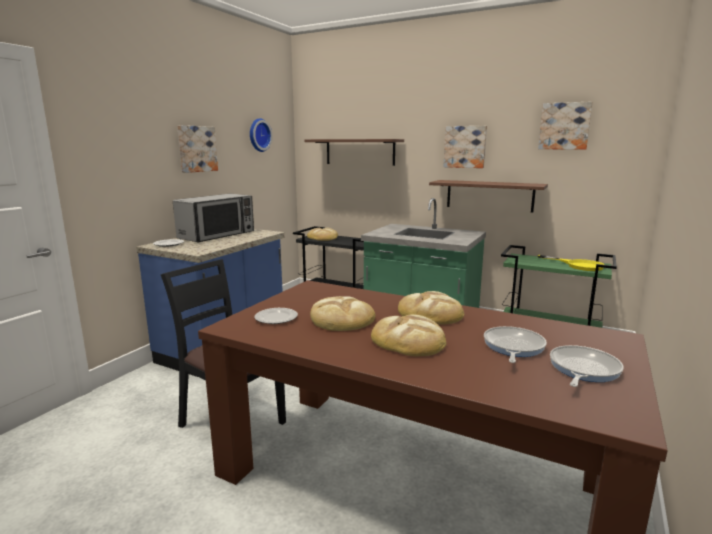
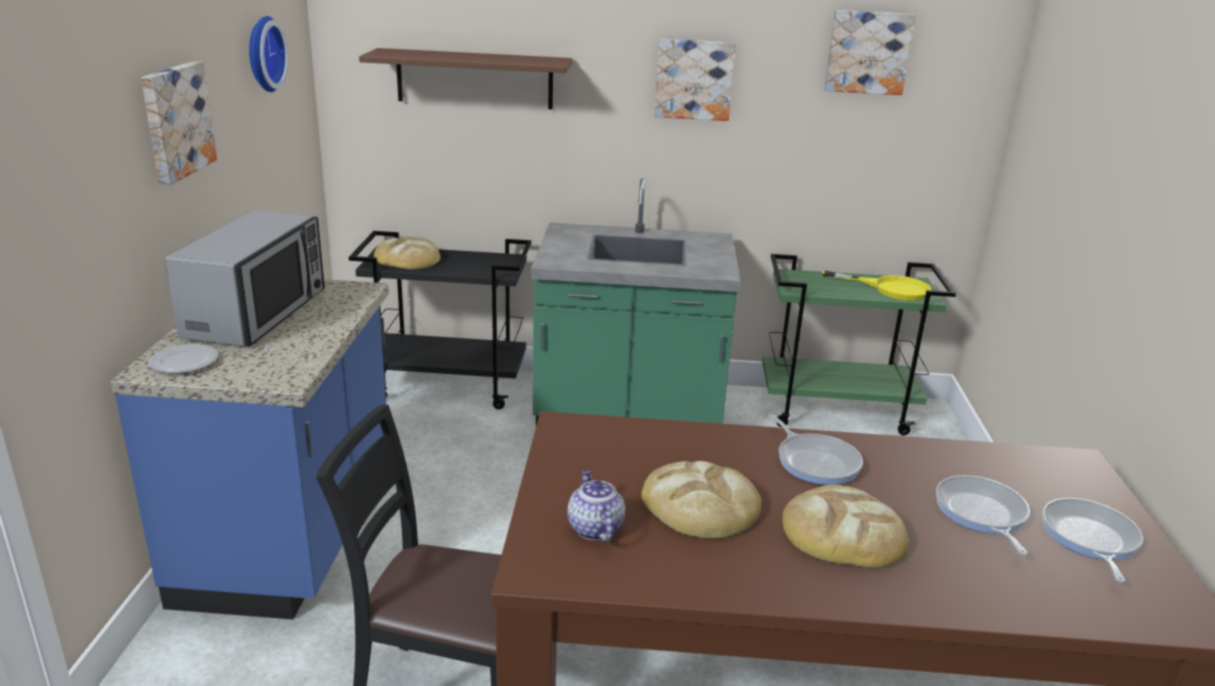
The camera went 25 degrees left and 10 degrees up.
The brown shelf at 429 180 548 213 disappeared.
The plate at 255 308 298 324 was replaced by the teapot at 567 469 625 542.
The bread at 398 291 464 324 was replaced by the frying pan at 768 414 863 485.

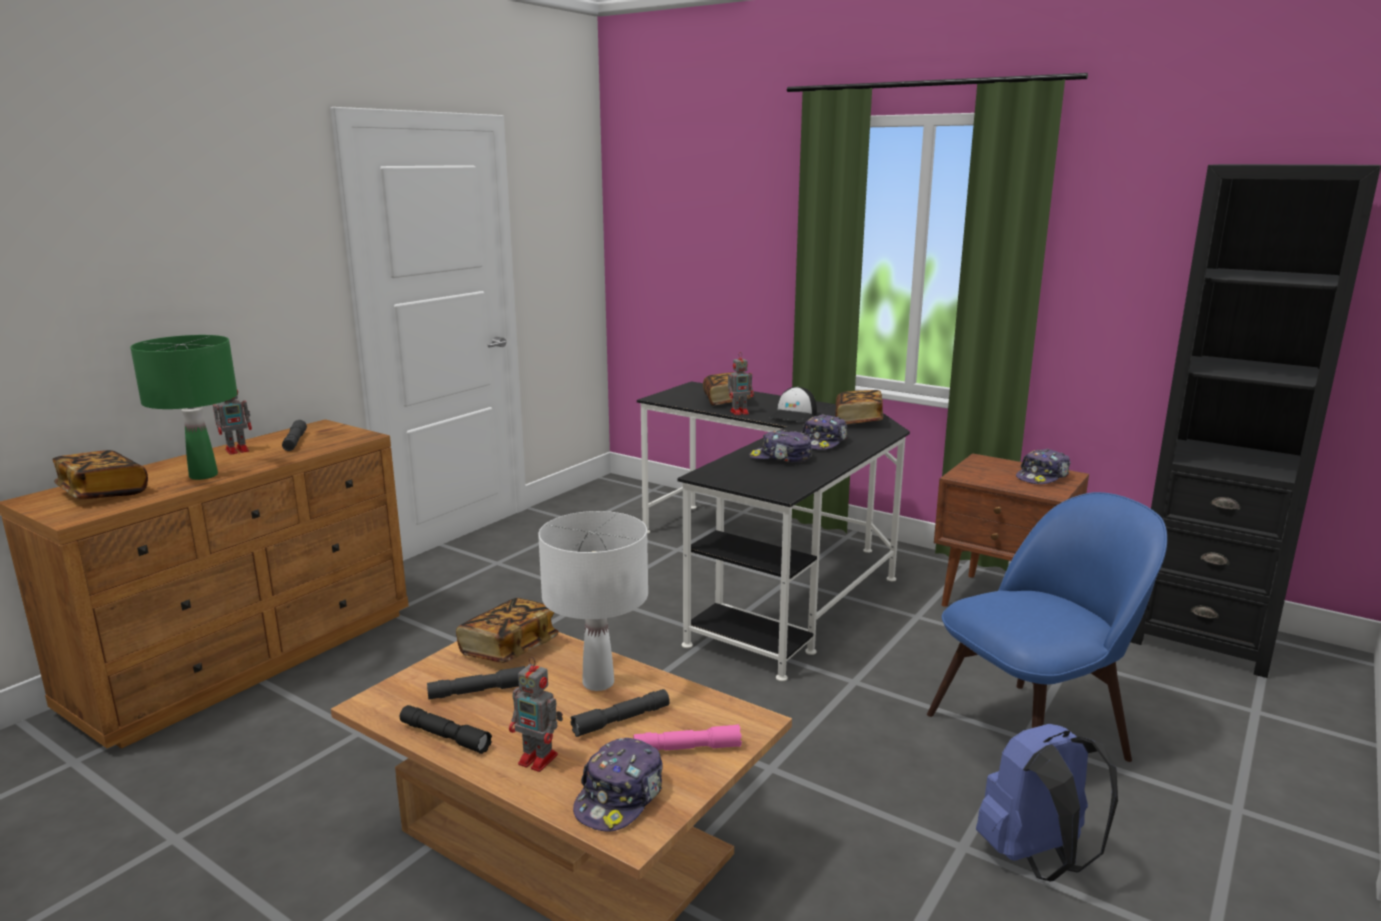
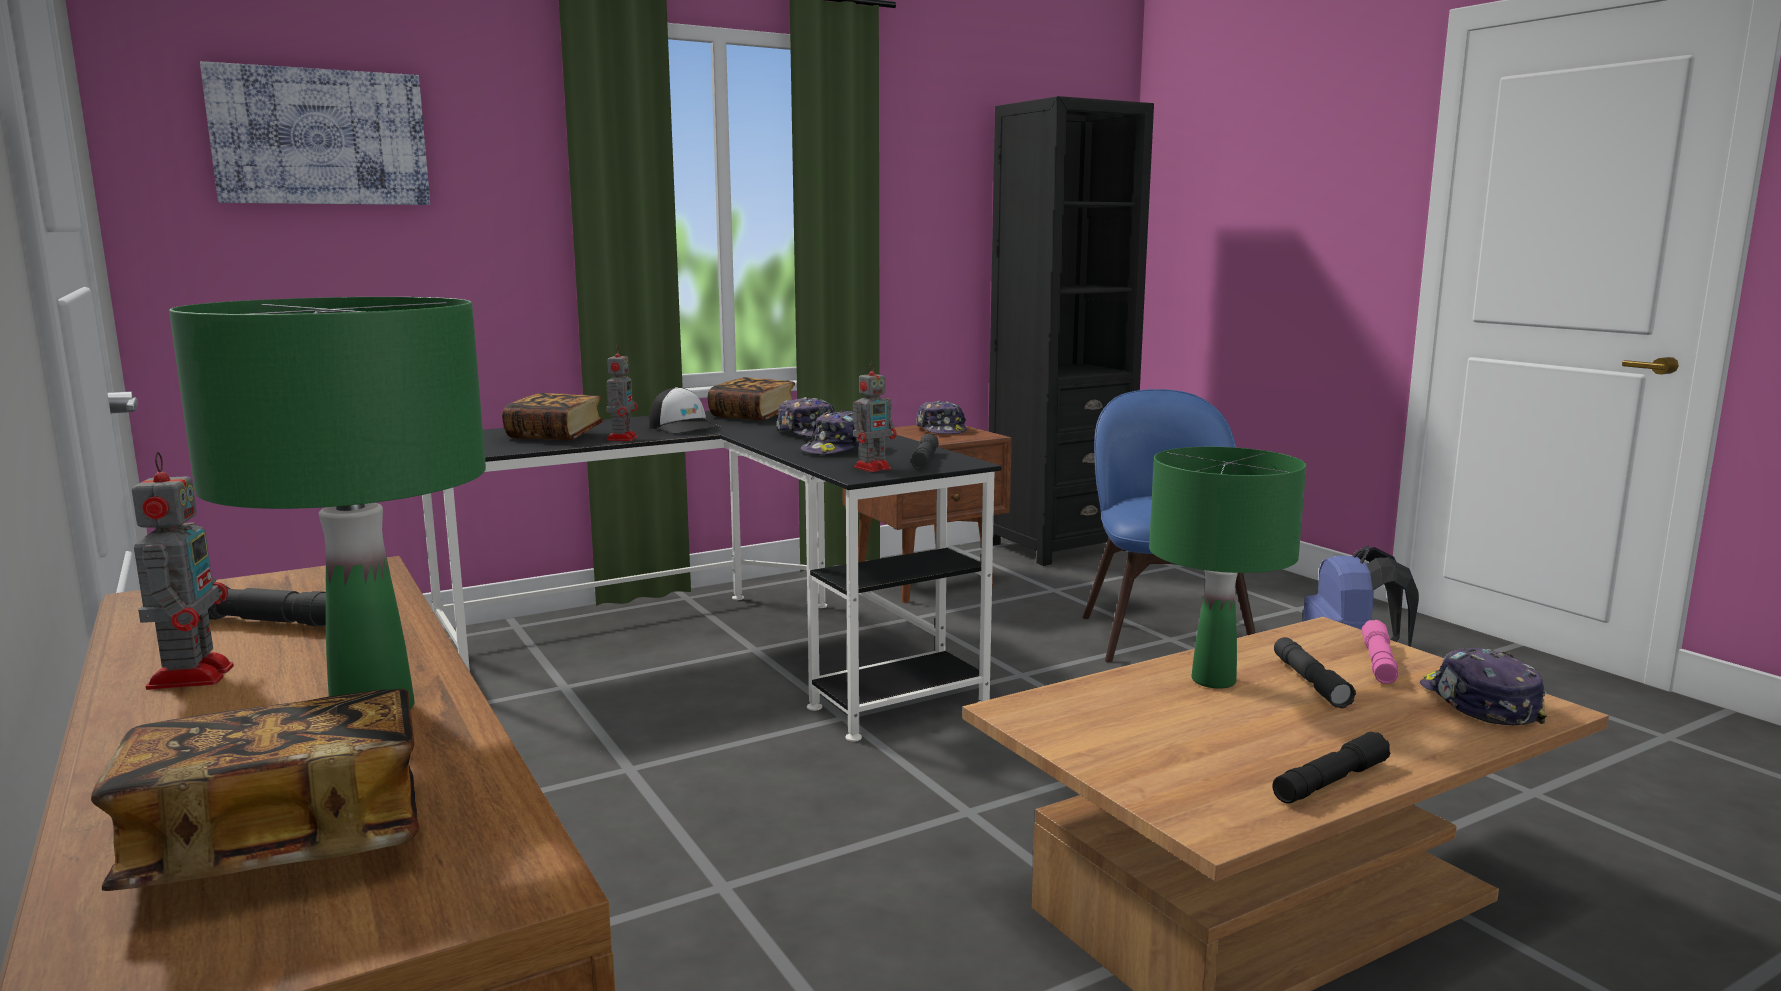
The camera went 65 degrees left and 5 degrees down.
The book at 456 598 559 663 disappeared.
The picture at 200 61 430 205 appeared.
The grey flashlight moved from 427 666 525 699 to 911 433 939 469.
The toy robot moved from 509 657 563 772 to 853 362 897 472.
The white table lamp at 538 511 648 691 became the green table lamp at 1149 447 1306 689.
The cap at 573 737 663 832 turned 150 degrees counterclockwise.

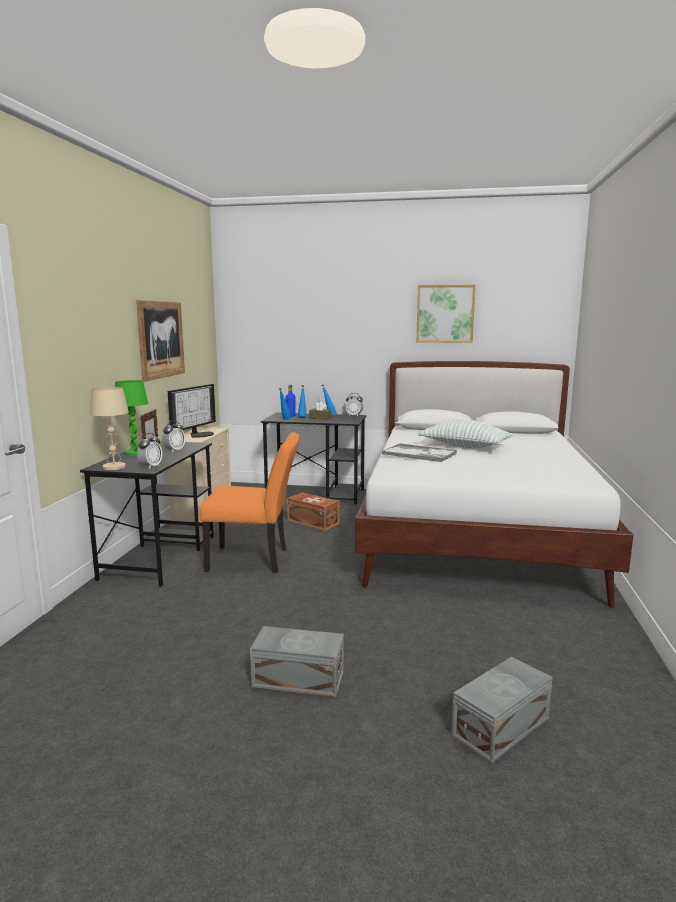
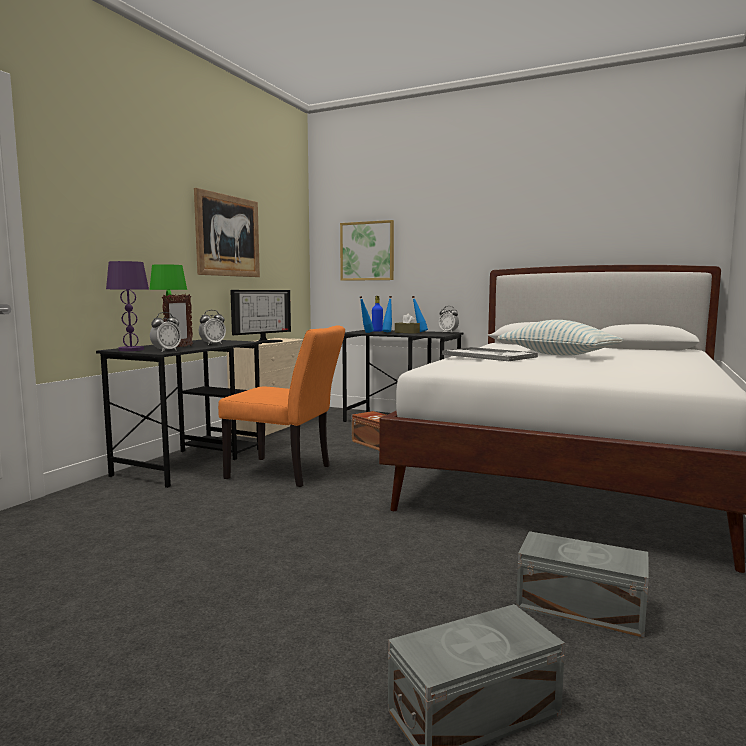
The camera went 15 degrees right and 5 degrees down.
The grey storage box moved from 250 626 344 697 to 516 531 649 638.
The picture moved from 416 285 476 343 to 340 220 394 281.
The beige table lamp at 90 387 129 470 became the purple table lamp at 106 261 149 351.

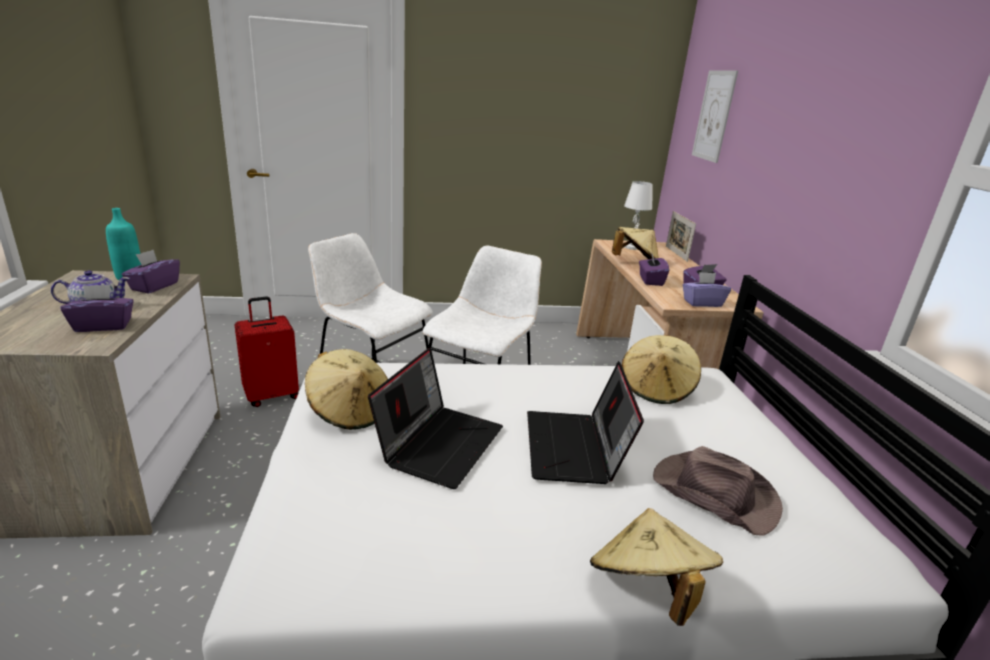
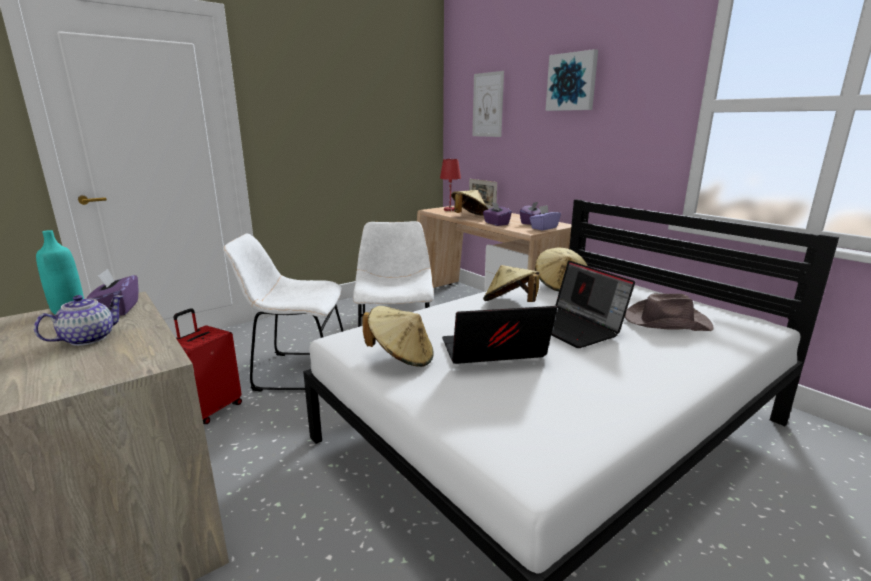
The camera went 30 degrees left and 5 degrees down.
The purple tissue box at 60 284 134 332 disappeared.
The picture at 545 49 598 111 appeared.
The beige hat moved from 590 508 723 626 to 483 265 539 302.
The white table lamp at 624 181 652 250 became the red table lamp at 440 159 461 211.
The laptop at 368 348 503 489 turned 90 degrees counterclockwise.

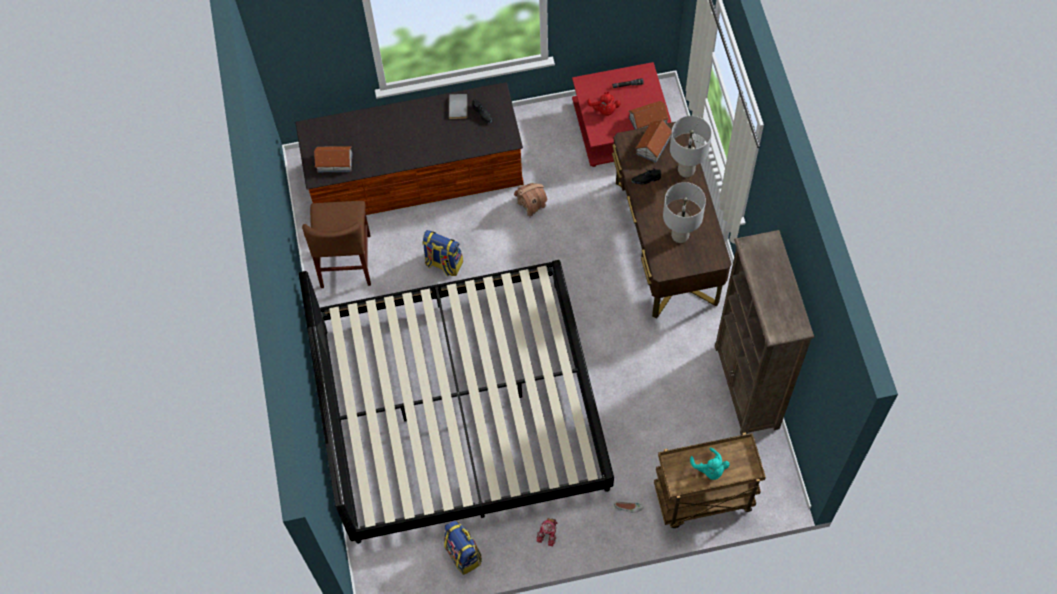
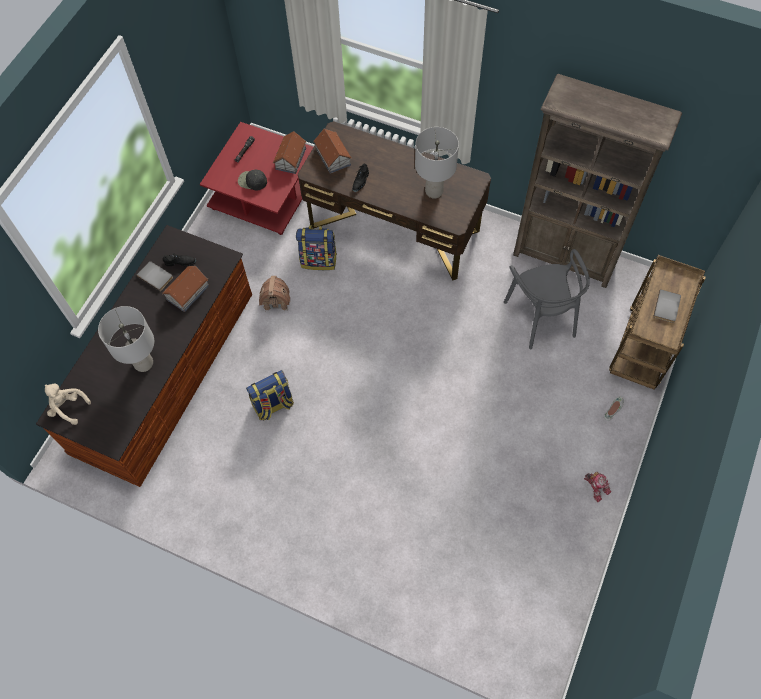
The camera went 55 degrees left and 0 degrees up.
The bed at 299 260 614 544 disappeared.
The brown chair at 302 201 371 288 disappeared.
The beige plush toy at 45 384 91 425 appeared.
The grey chair at 504 249 590 349 appeared.
The toy house moved from 314 146 353 172 to 162 266 209 312.
The backpack moved from 444 521 482 575 to 296 225 337 270.
The grey table lamp moved from 670 116 712 177 to 98 306 154 372.
The red plush toy at 587 92 621 116 was replaced by the black cap at 238 170 267 190.
The turquoise plush toy at 690 447 730 480 was replaced by the grey book at 653 289 681 323.

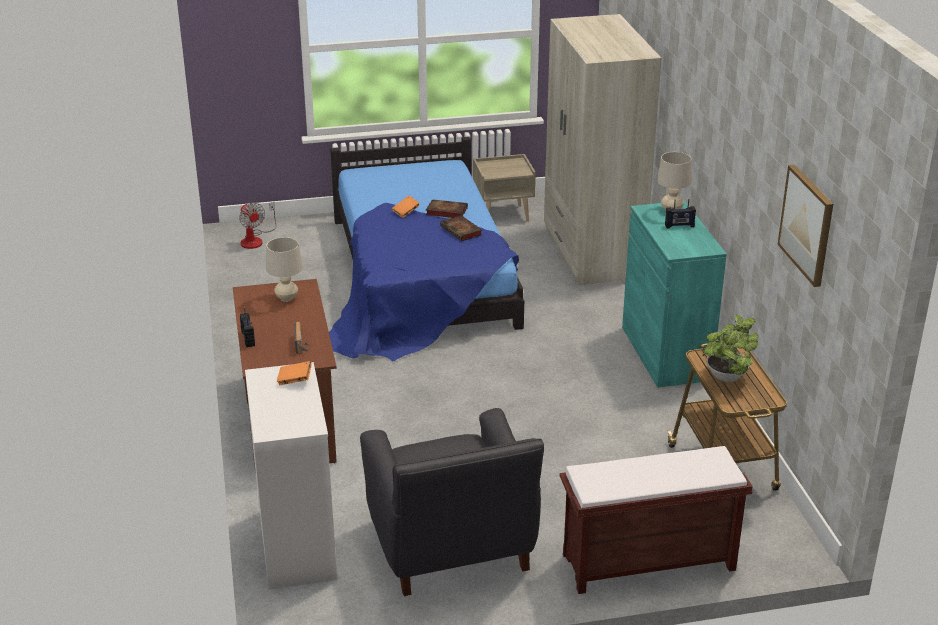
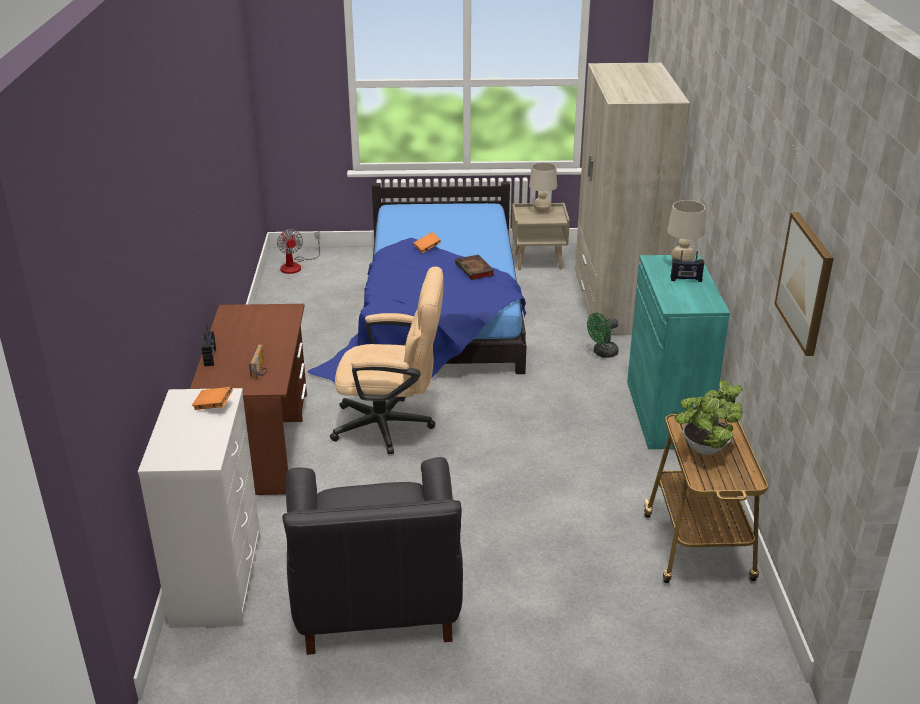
The camera went 10 degrees right and 0 degrees up.
The book at 426 199 468 218 disappeared.
The brown bench at 560 446 753 594 disappeared.
The beige office chair at 330 266 443 454 appeared.
The green fan at 587 313 619 358 appeared.
The beige table lamp moved from 266 237 303 302 to 529 162 557 213.

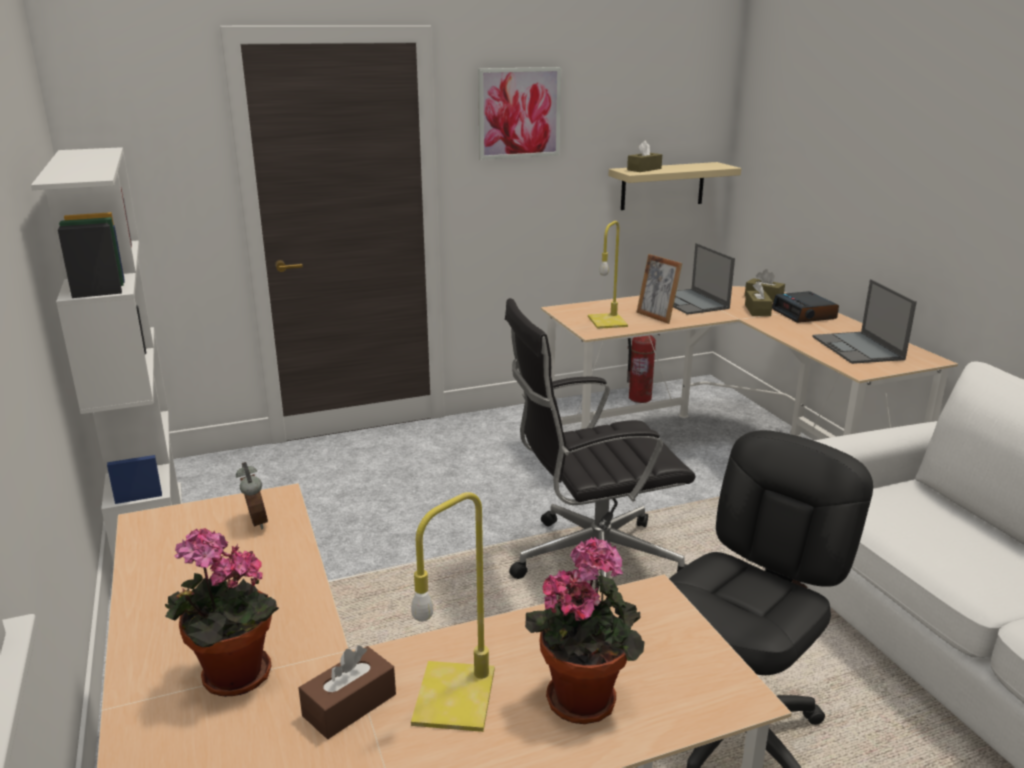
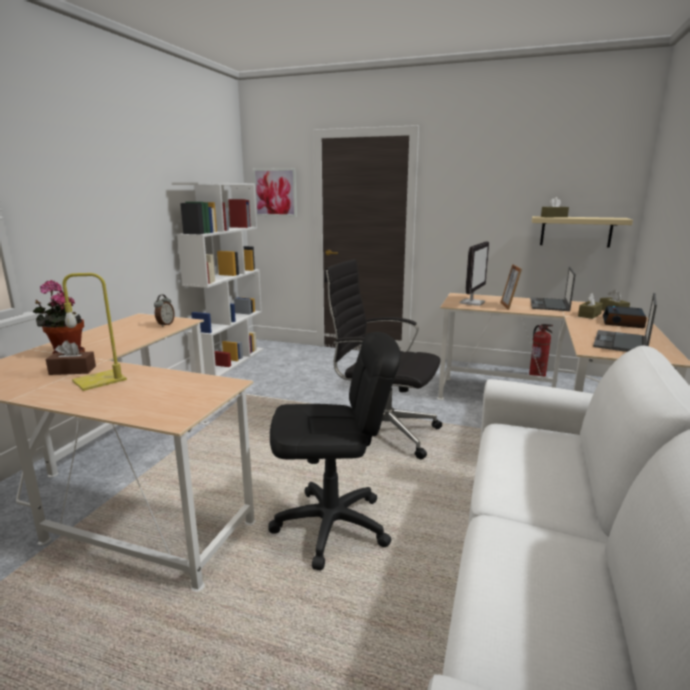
The camera went 40 degrees right and 5 degrees down.
The potted plant at 525 537 645 724 disappeared.
The picture moved from 478 67 561 160 to 253 168 297 217.
The yellow table lamp at 588 221 628 329 was replaced by the monitor at 459 241 489 306.

